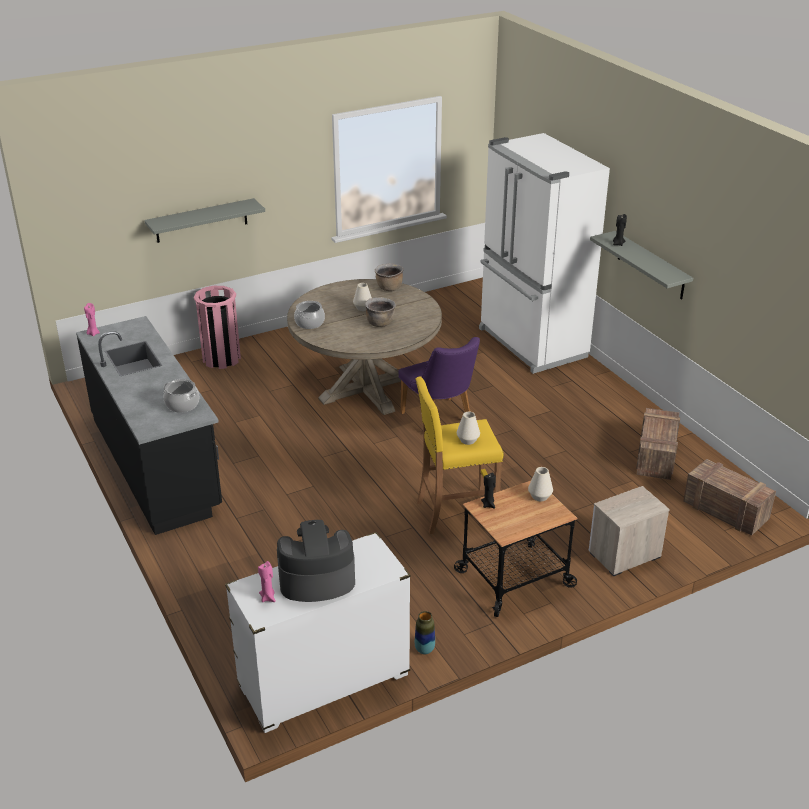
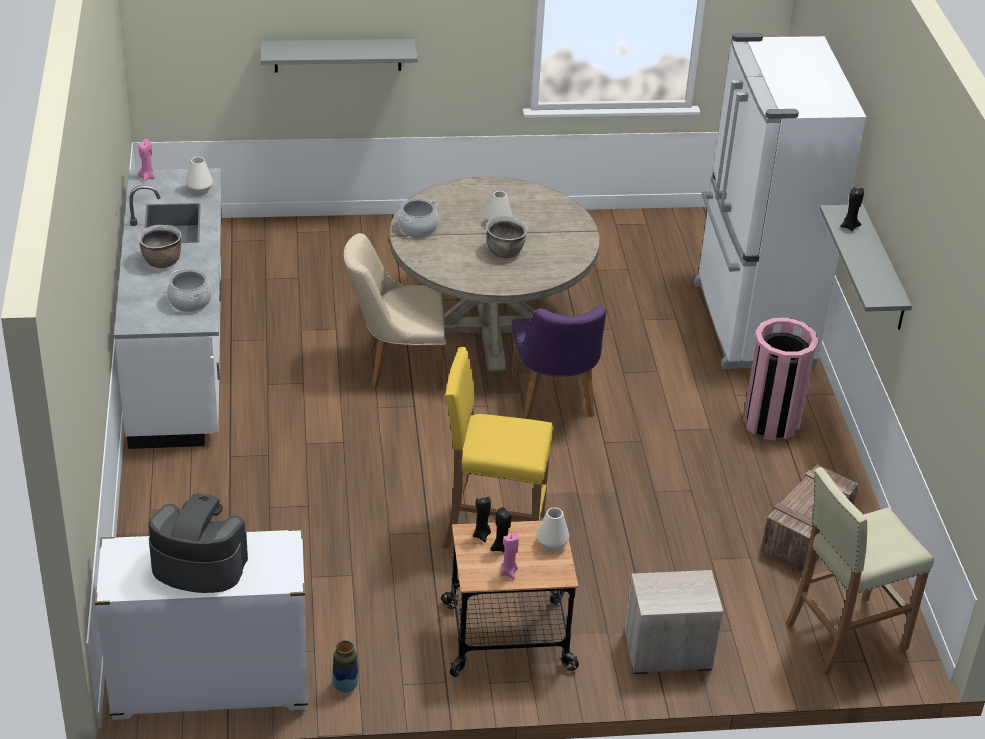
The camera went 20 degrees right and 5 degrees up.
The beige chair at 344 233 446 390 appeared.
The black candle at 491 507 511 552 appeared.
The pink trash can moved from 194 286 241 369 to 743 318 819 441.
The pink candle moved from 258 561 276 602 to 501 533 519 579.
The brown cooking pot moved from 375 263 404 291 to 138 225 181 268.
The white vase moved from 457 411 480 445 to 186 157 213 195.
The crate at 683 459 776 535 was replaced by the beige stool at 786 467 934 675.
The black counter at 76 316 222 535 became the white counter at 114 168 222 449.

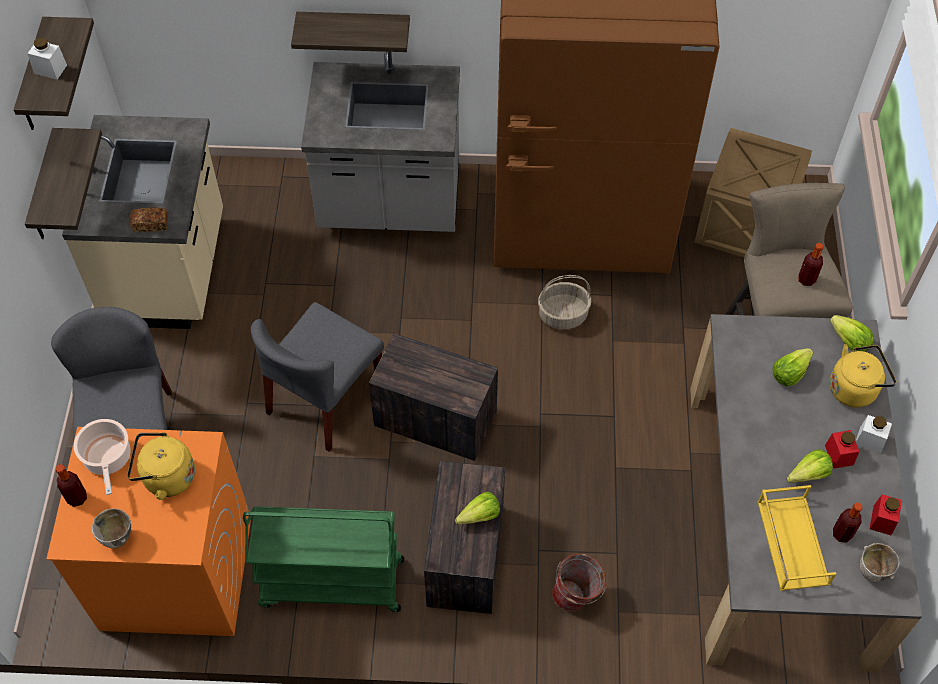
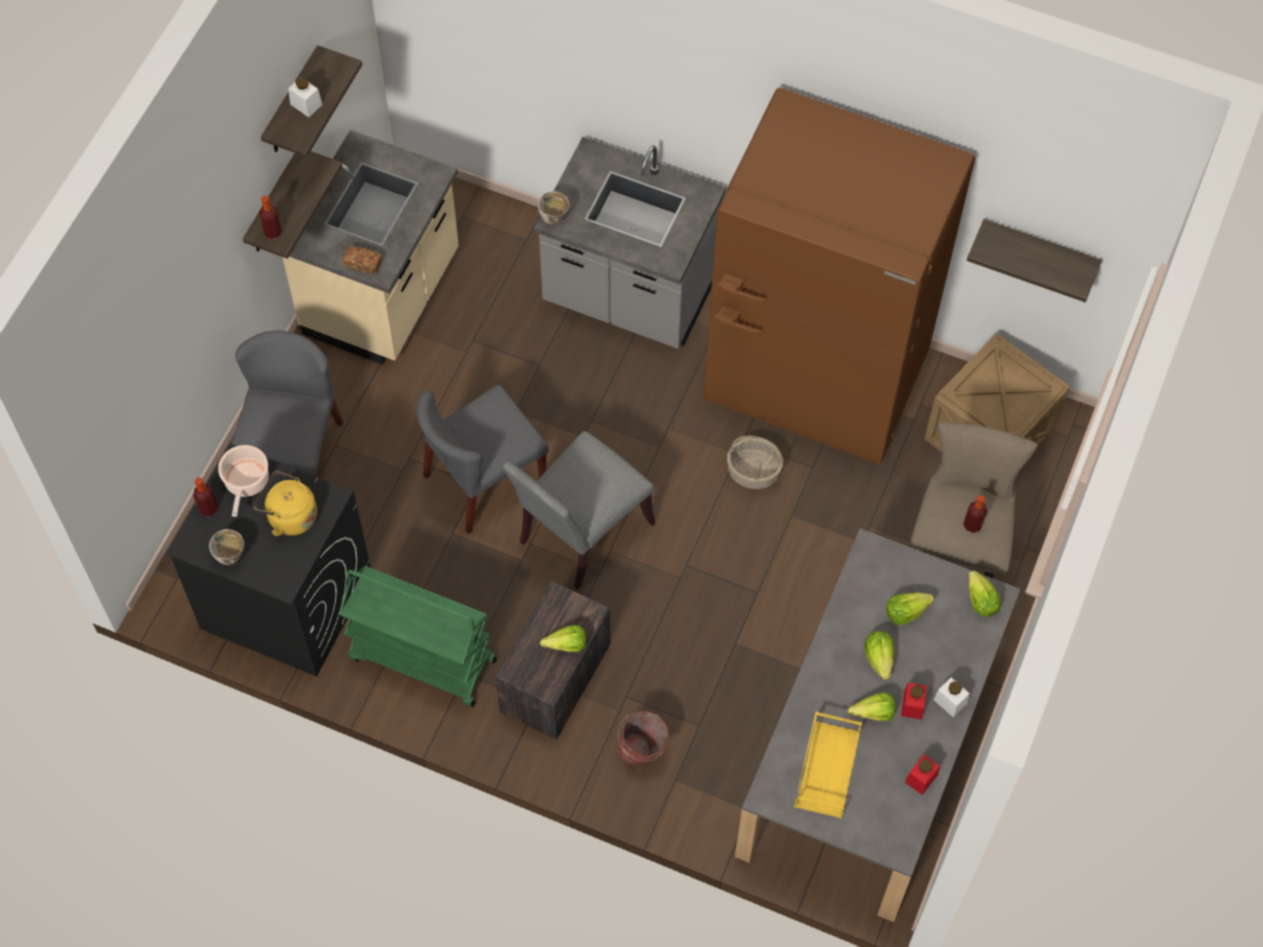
The camera went 20 degrees right and 5 degrees up.
The yellow kettle at 829 344 896 408 disappeared.
The lettuce at 864 631 894 680 appeared.
The shelf moved from 291 12 410 52 to 967 219 1102 302.
The bottle moved from 833 502 862 543 to 259 196 282 239.
The bowl moved from 860 543 900 582 to 538 191 570 226.
The crate at 369 333 498 461 was replaced by the grey chair at 502 431 655 590.
The orange washing machine at 47 427 251 636 became the black washing machine at 166 443 371 676.

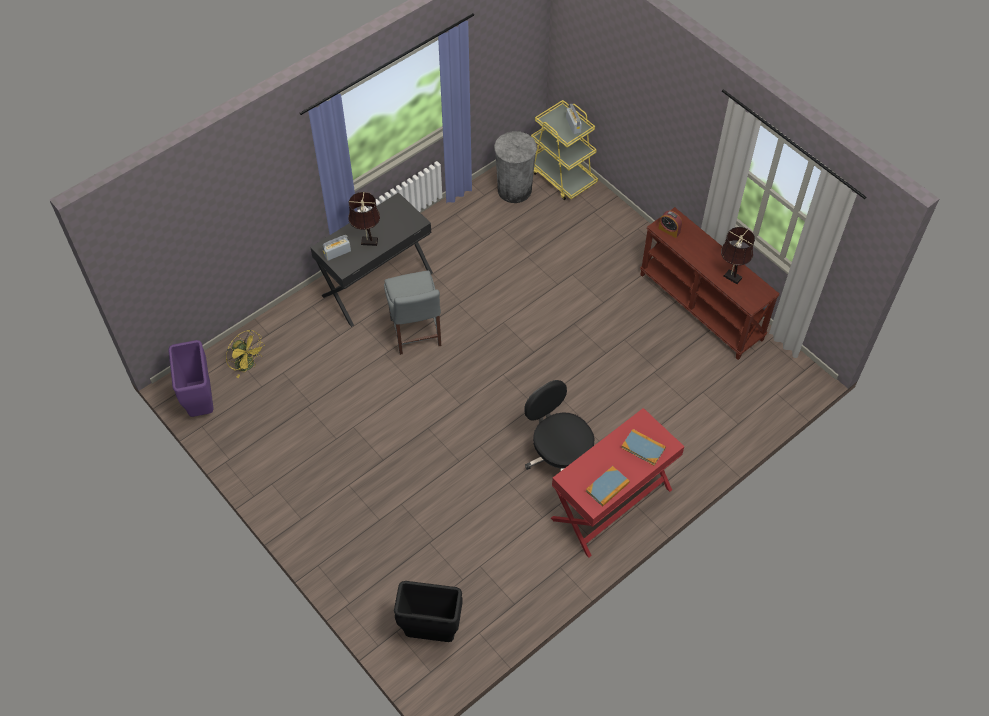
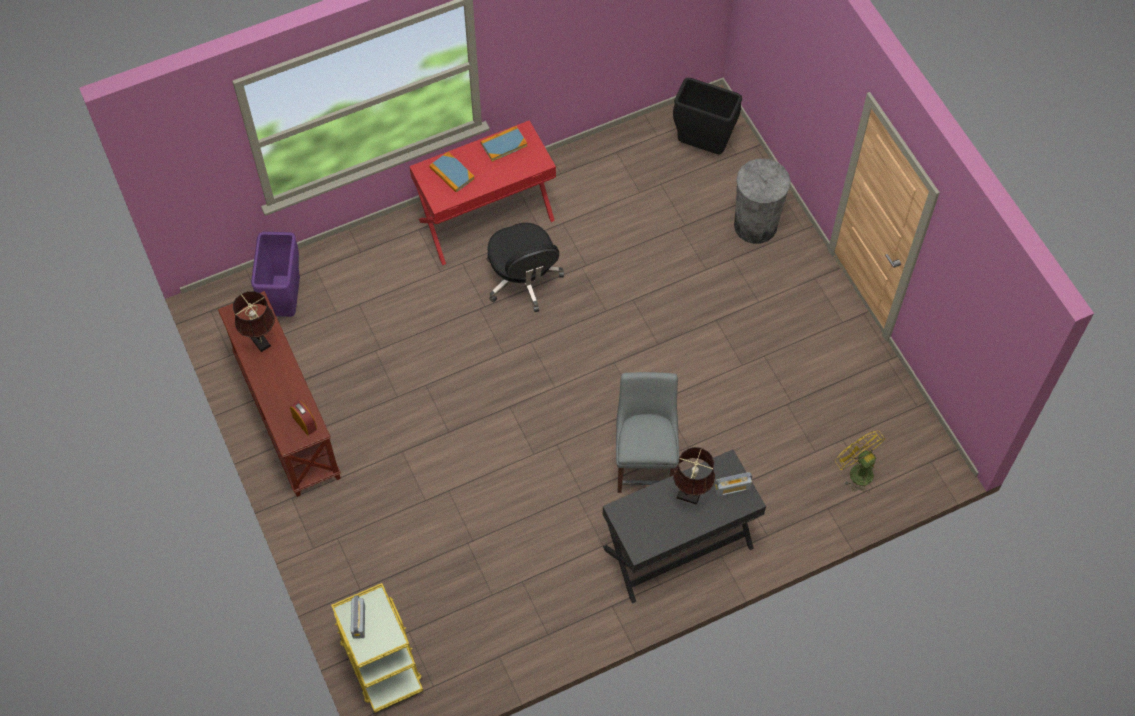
The camera went 165 degrees left and 5 degrees up.
The purple trash can moved from 168 340 214 417 to 251 232 300 317.
The grey trash can moved from 494 131 537 203 to 734 159 791 244.

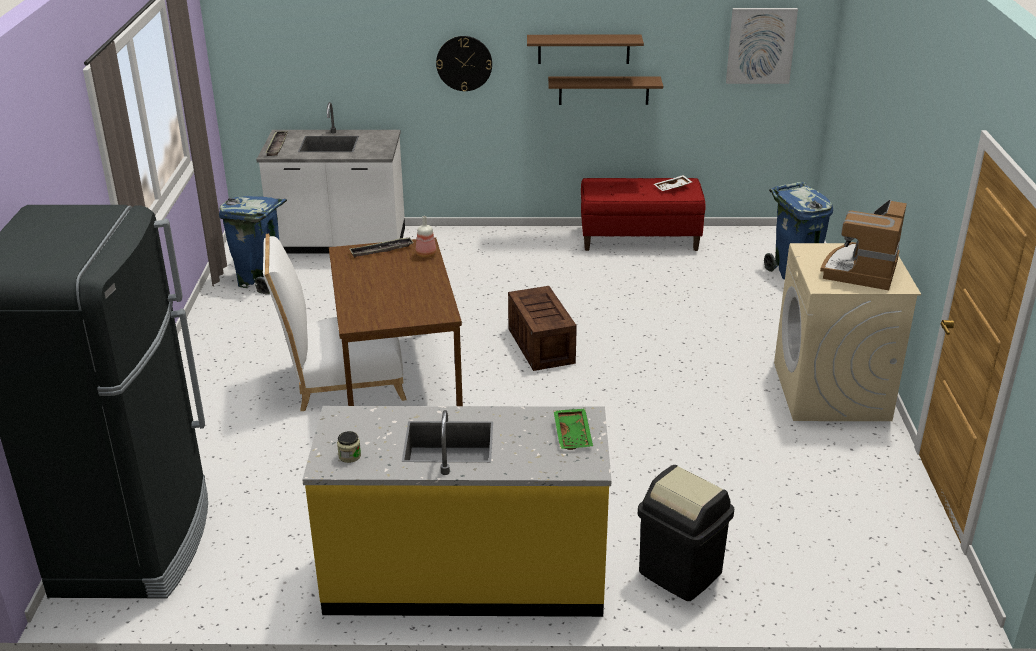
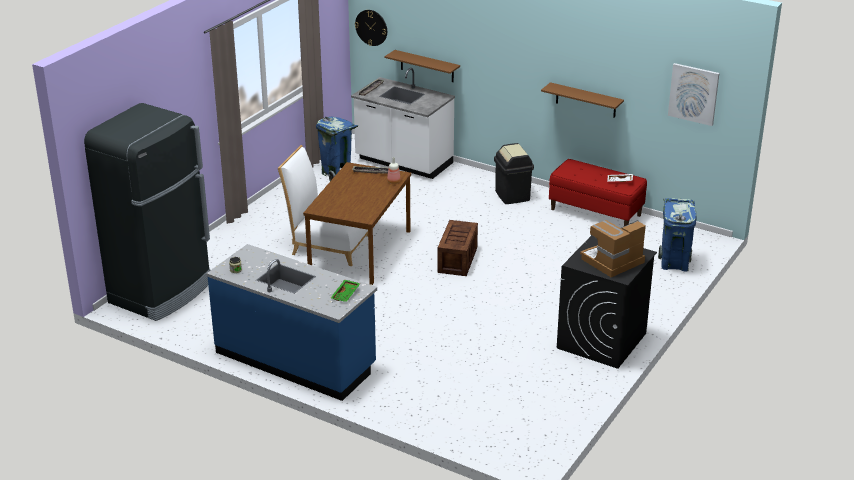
The camera went 30 degrees right and 0 degrees up.
The wall clock moved from 436 36 492 91 to 355 10 387 46.
The brown shelf moved from 527 34 644 64 to 385 50 460 82.
The black trash can moved from 638 465 734 601 to 494 143 534 204.
The yellow counter at 302 406 612 617 became the blue counter at 206 244 377 401.
The beige washing machine at 774 243 921 421 became the black washing machine at 557 235 657 369.

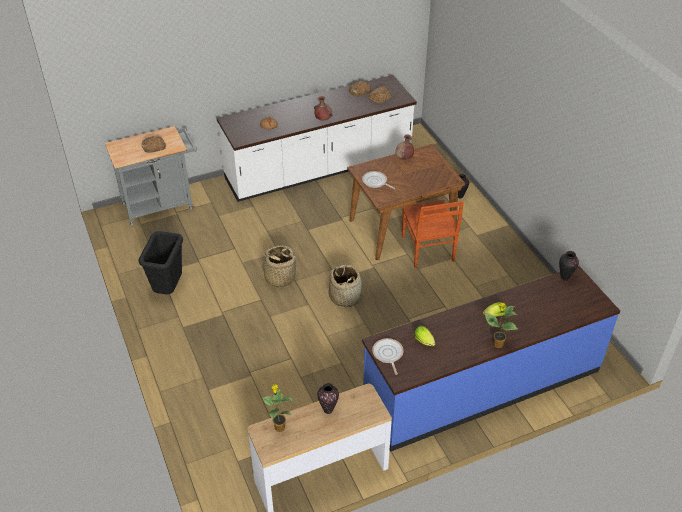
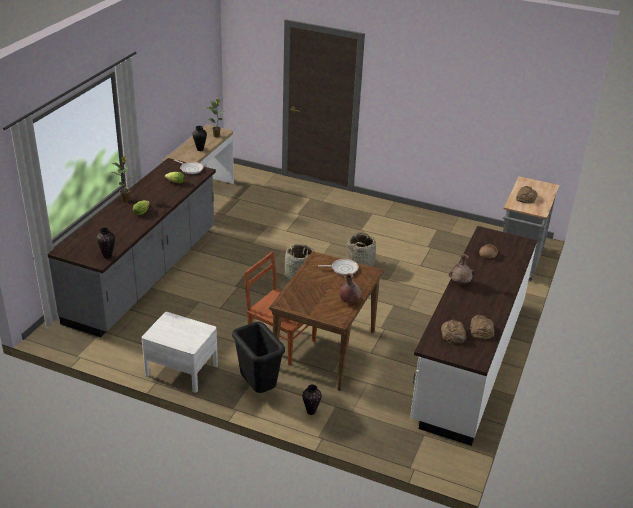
The camera went 135 degrees right and 10 degrees down.
The white nightstand at 141 312 218 393 appeared.
The black trash can moved from 139 231 183 294 to 232 321 285 393.
The blue counter at 362 266 620 452 became the grey counter at 47 158 216 337.

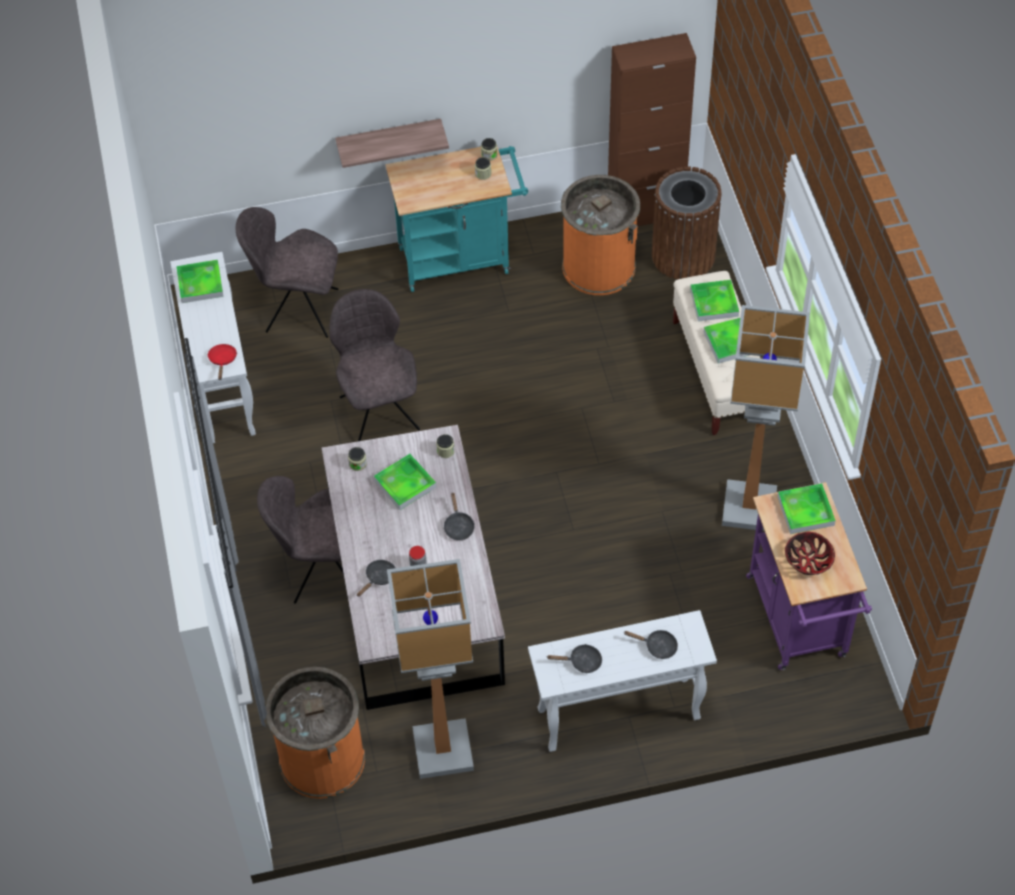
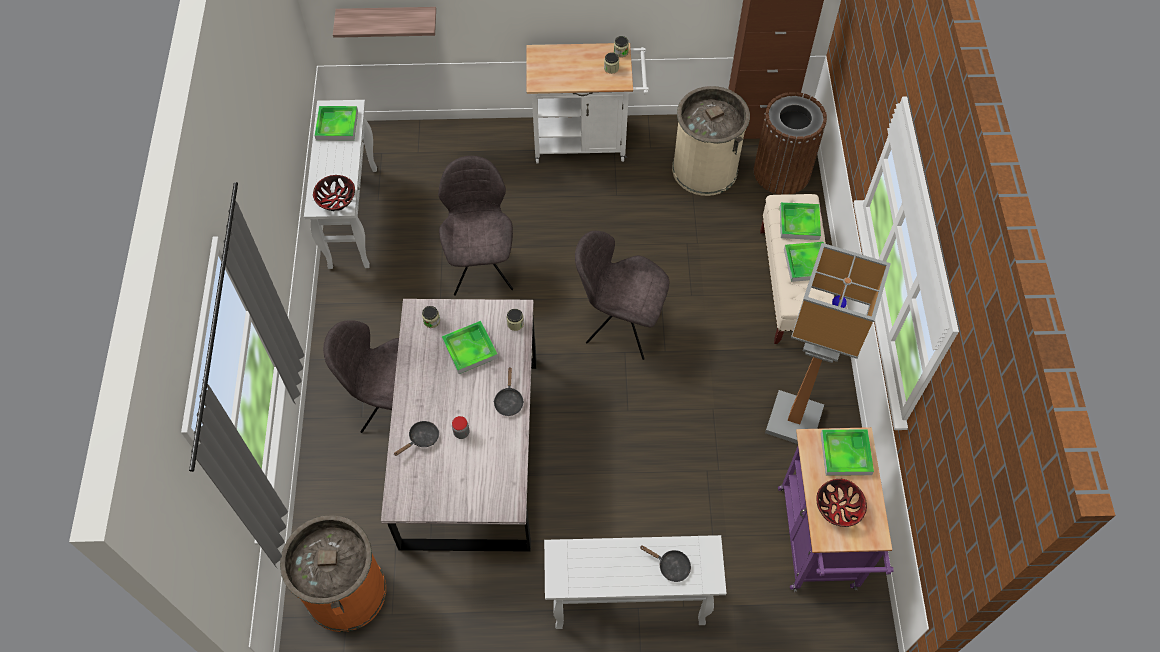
The camera went 10 degrees right and 5 degrees up.
The floor lamp at 387 559 474 779 disappeared.
The black frying pan at 547 644 602 673 disappeared.
The grey chair moved from 236 207 339 338 to 575 231 669 360.
The shelf moved from 335 119 449 168 to 333 7 436 38.
The red frying pan at 207 344 237 380 was replaced by the bowl at 313 175 355 211.
The turquoise cart at 385 146 528 292 became the white cart at 526 43 649 164.
The orange trash can at 561 175 640 295 became the beige trash can at 672 86 750 196.

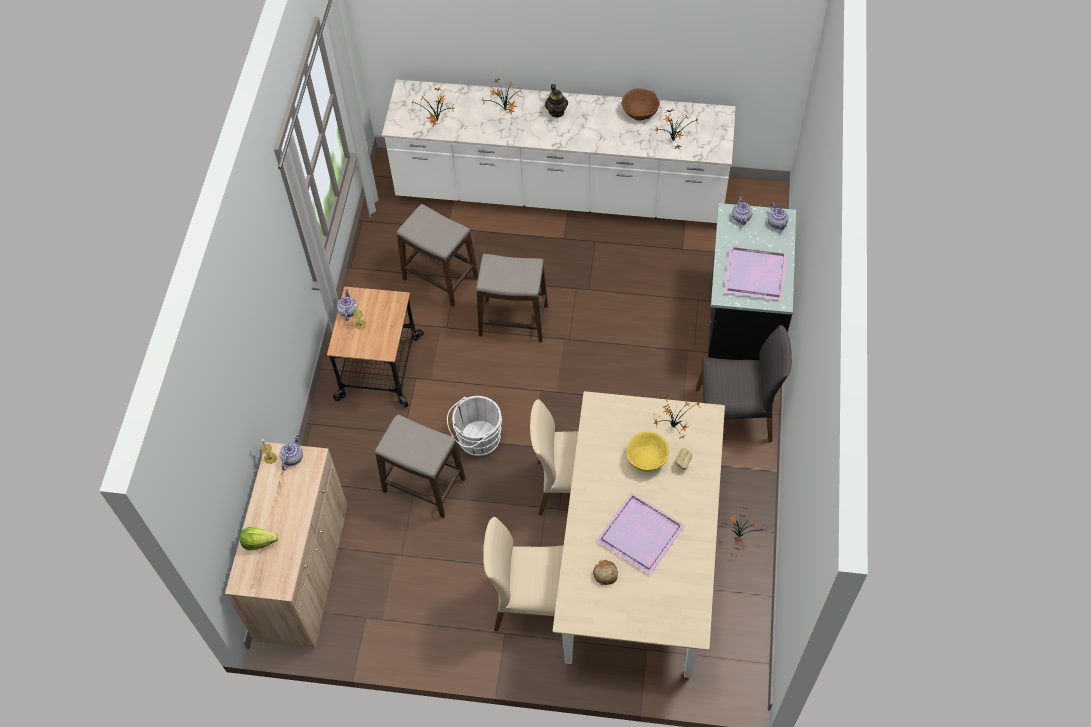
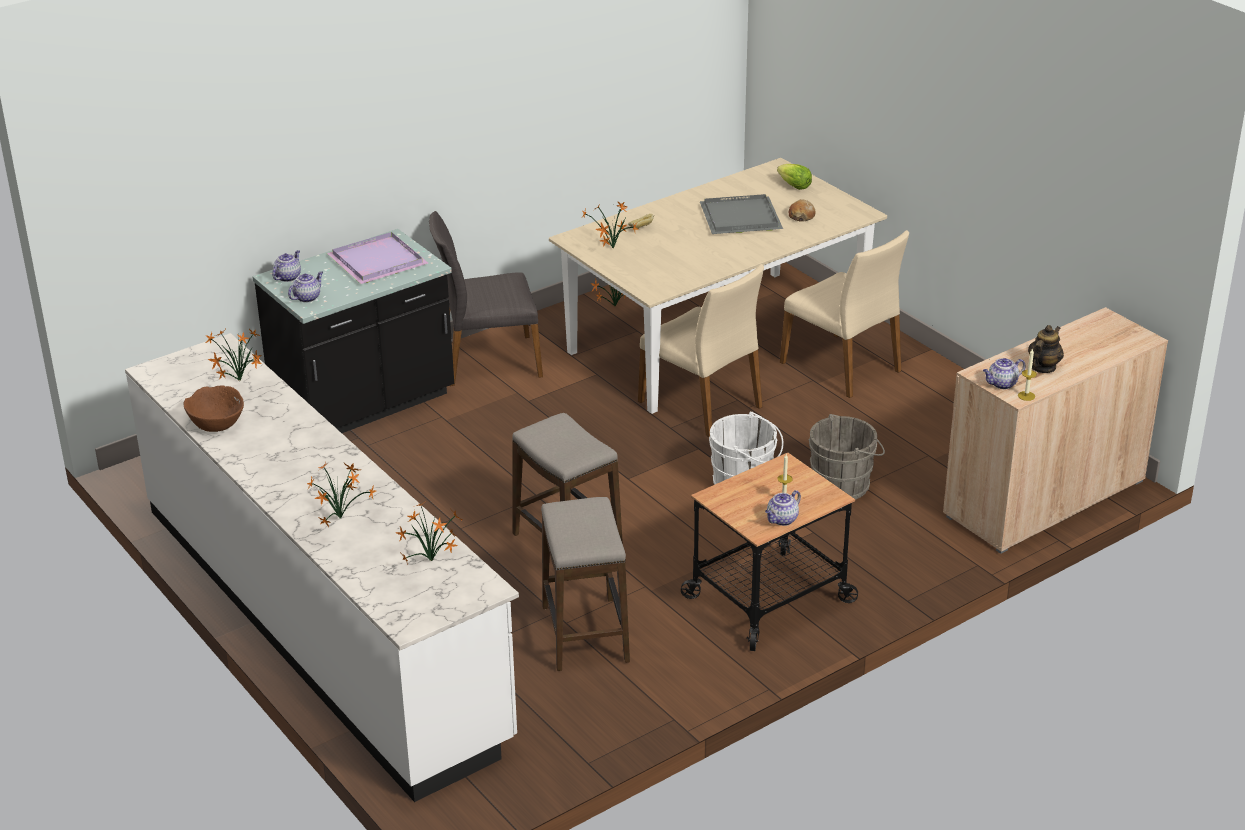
The camera went 135 degrees left and 25 degrees down.
The yellow bowl at 626 431 669 472 disappeared.
The lettuce moved from 240 527 278 550 to 777 164 812 190.
The teapot moved from 545 84 568 117 to 1028 325 1064 373.
The stool at 375 415 466 518 was replaced by the grey bucket at 809 414 885 500.
The purple tray at 596 493 685 575 became the grey tray at 700 194 783 234.
The grey chair at 696 325 792 442 turned 60 degrees counterclockwise.

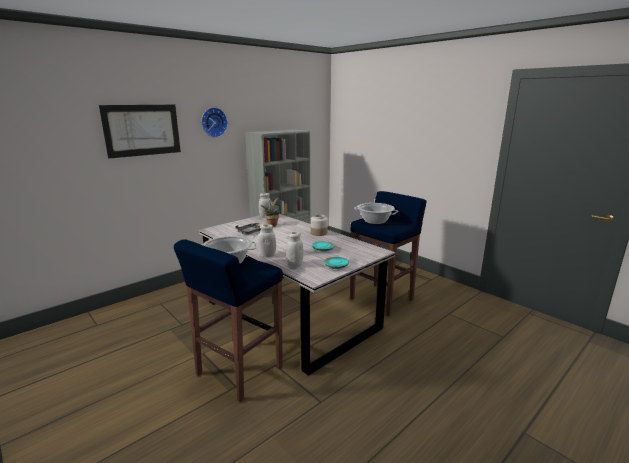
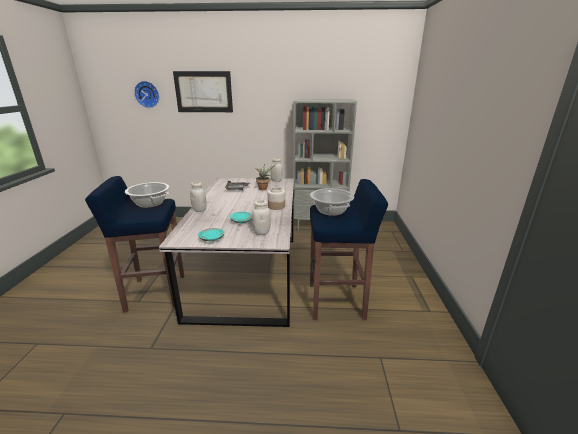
The camera went 45 degrees right and 5 degrees up.
The wall clock moved from 201 107 228 138 to 134 81 159 108.
The white jar moved from 287 232 304 267 to 252 200 271 235.

